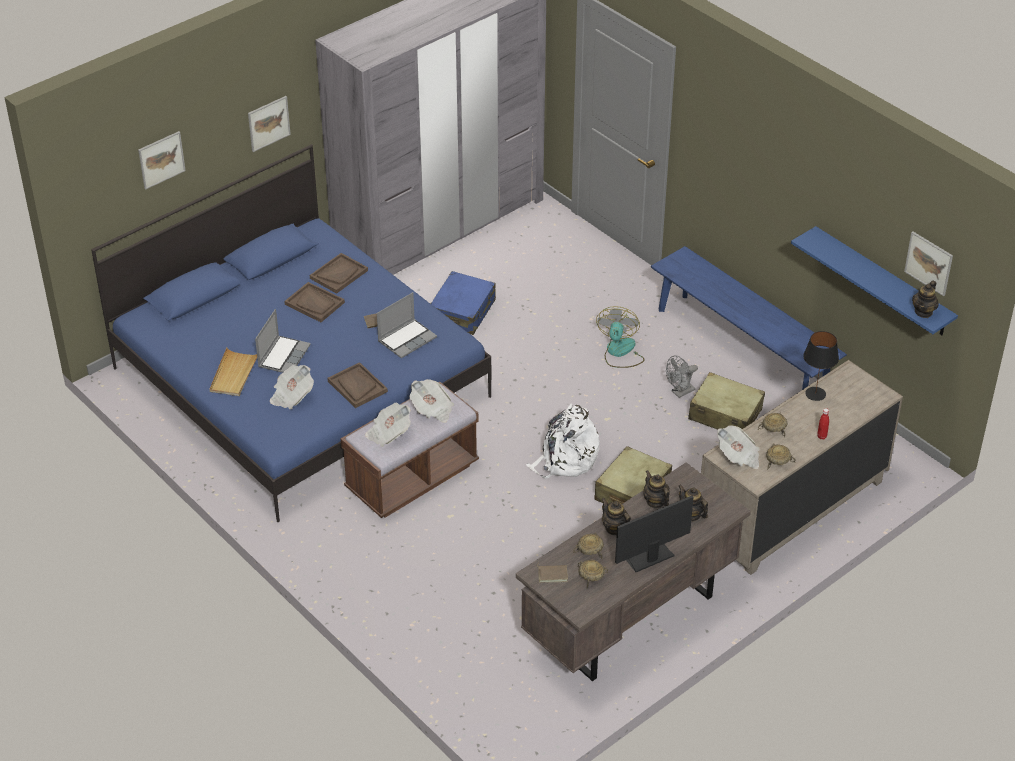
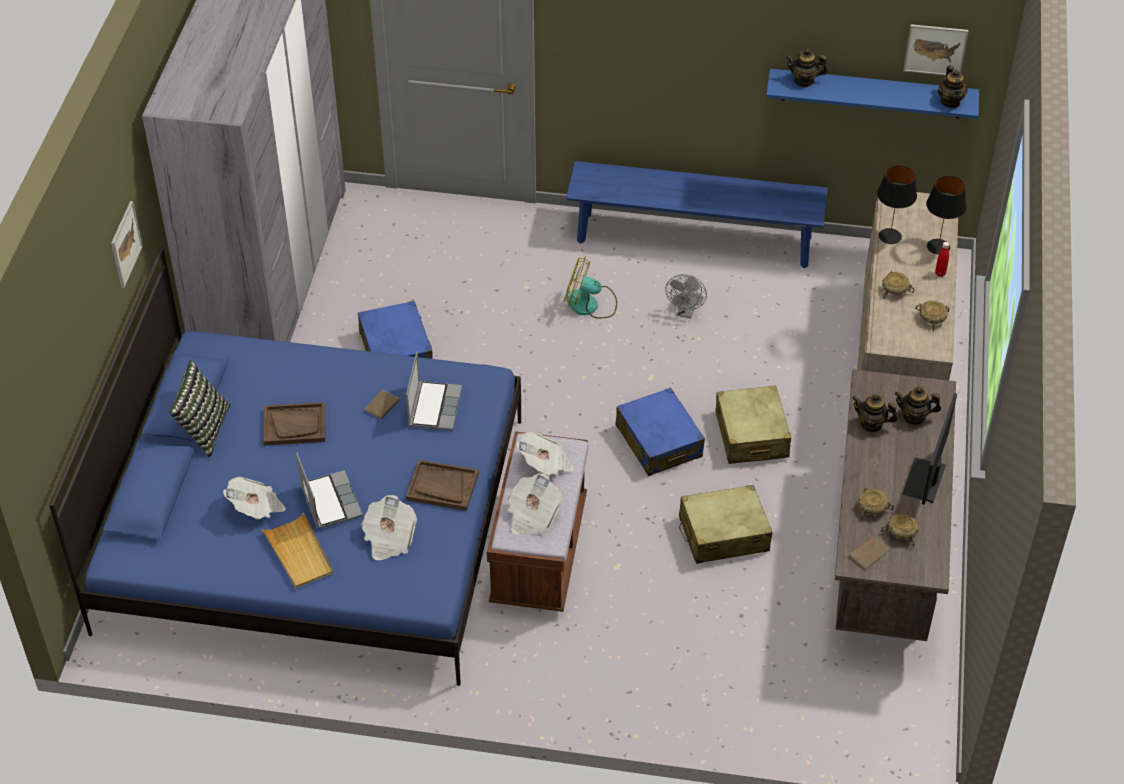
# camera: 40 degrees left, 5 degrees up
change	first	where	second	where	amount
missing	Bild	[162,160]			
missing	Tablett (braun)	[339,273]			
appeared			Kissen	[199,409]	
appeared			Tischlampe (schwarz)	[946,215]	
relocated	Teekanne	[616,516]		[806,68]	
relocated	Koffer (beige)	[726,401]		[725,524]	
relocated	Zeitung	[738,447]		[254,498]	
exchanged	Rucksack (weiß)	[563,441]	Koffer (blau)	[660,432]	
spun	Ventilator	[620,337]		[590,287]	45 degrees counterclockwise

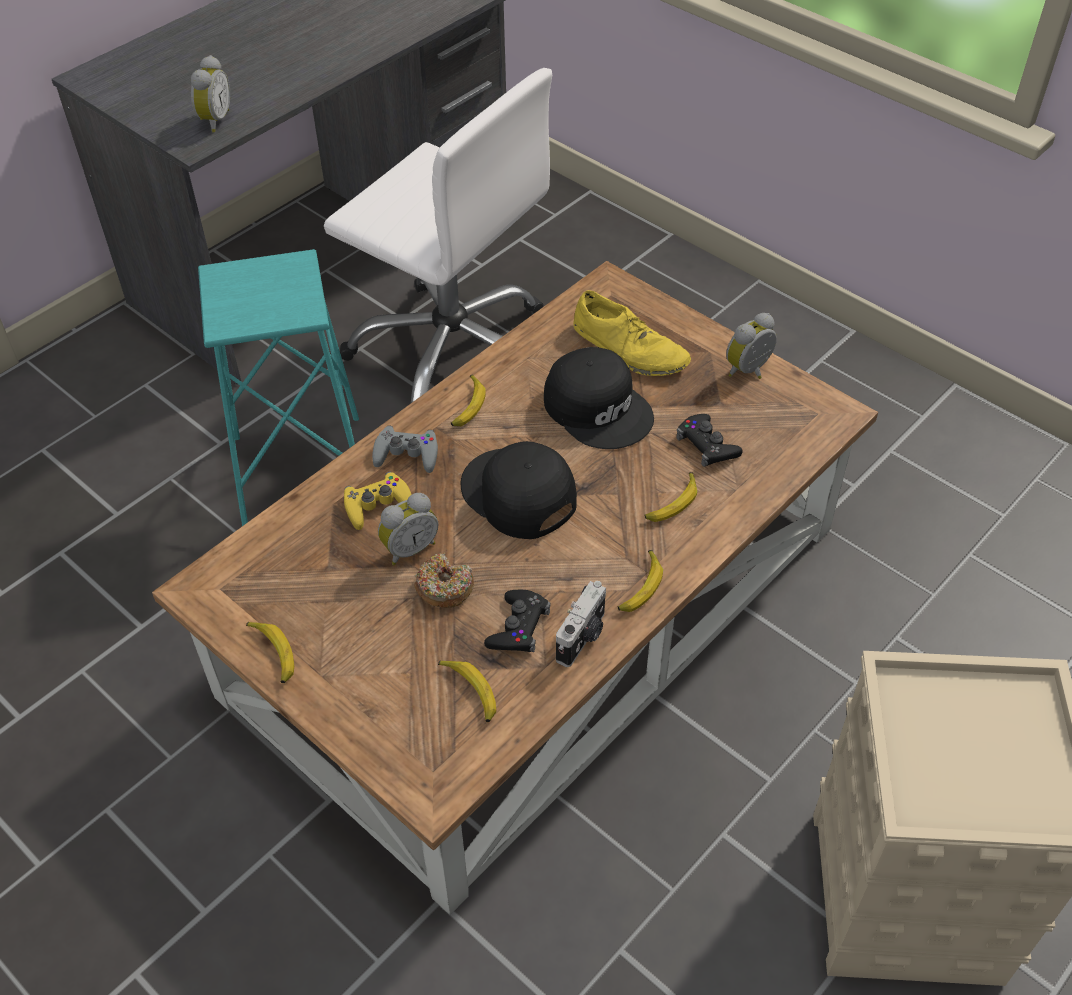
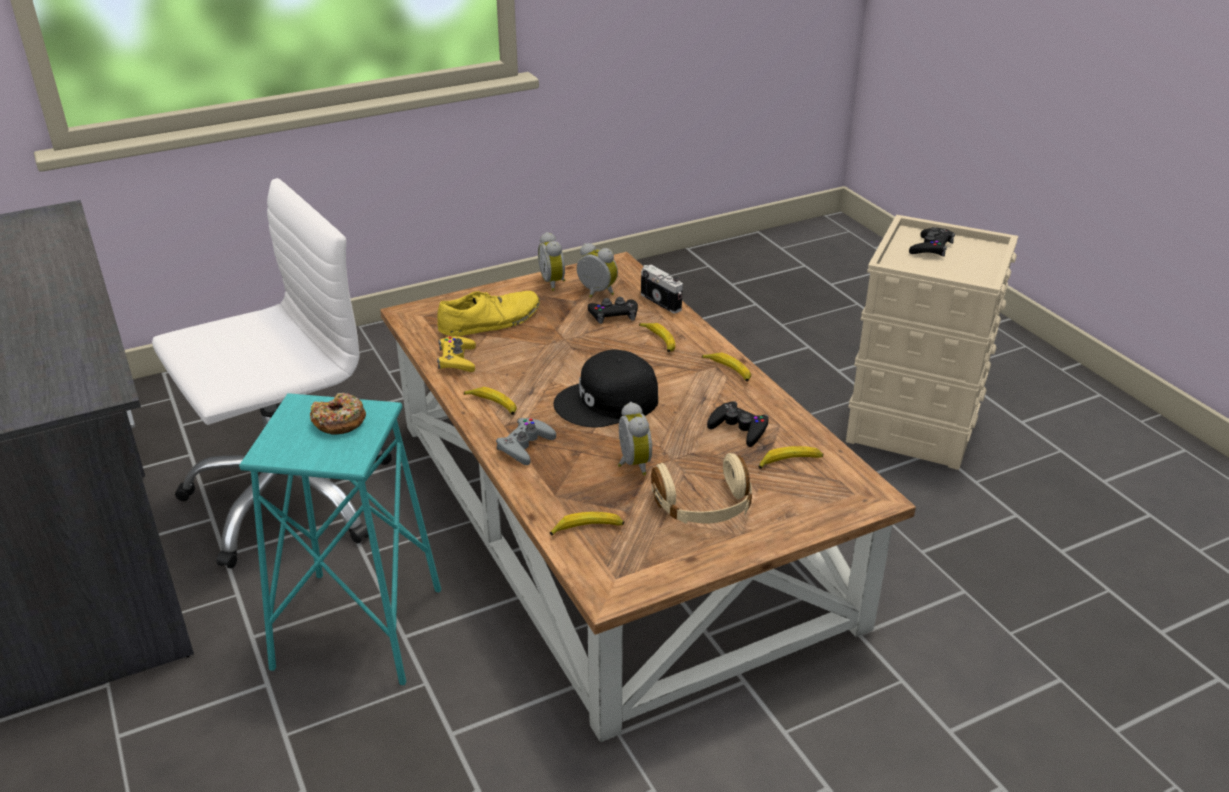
# camera: 70 degrees left, 15 degrees down
change	first	where	second	where	amount
missing	Kappe (schwarz)	[599,398]			
appeared			Kopfhörer (beige)	[701,488]	
appeared			Gamepad (schwarz)	[932,242]	
relocated	Wecker	[210,93]		[597,270]	
relocated	Banane	[270,652]		[587,524]	
relocated	Gamepad (gelb)	[378,501]		[456,354]	
relocated	Donut	[444,580]		[338,414]	
relocated	Kamera	[581,624]		[662,289]	

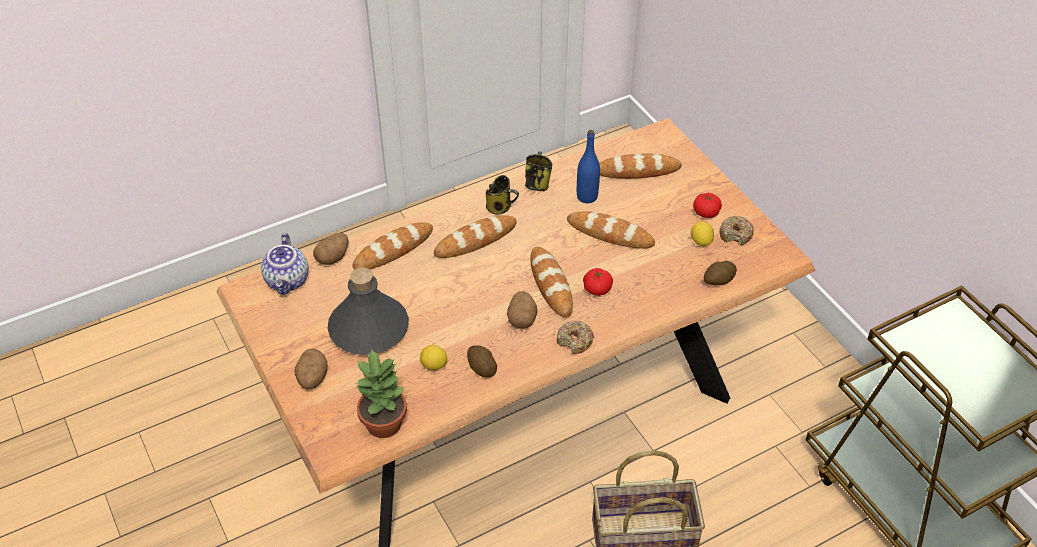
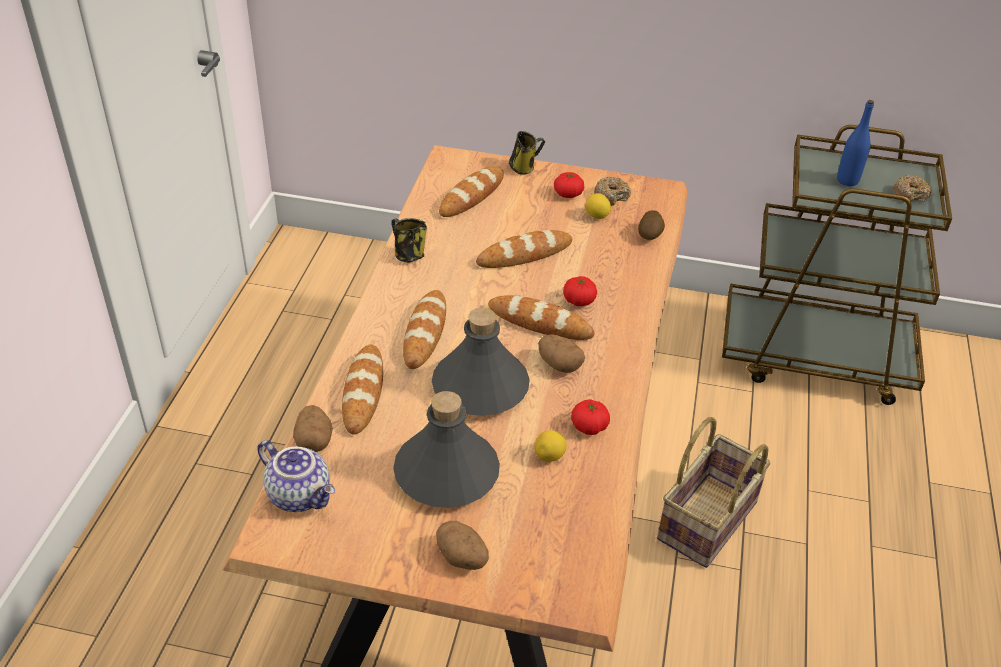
# camera: 50 degrees left, 5 degrees down
change	first	where	second	where	amount
missing	Topfpflanze	[381,393]			
appeared			Flasche (grau)	[481,362]	
relocated	Henkelbecher	[502,195]		[527,153]	
relocated	Donut	[575,337]		[912,188]	
relocated	Flasche (blau)	[588,166]		[855,143]	
exchanged	Kartoffel	[482,361]	Tomate	[590,417]	

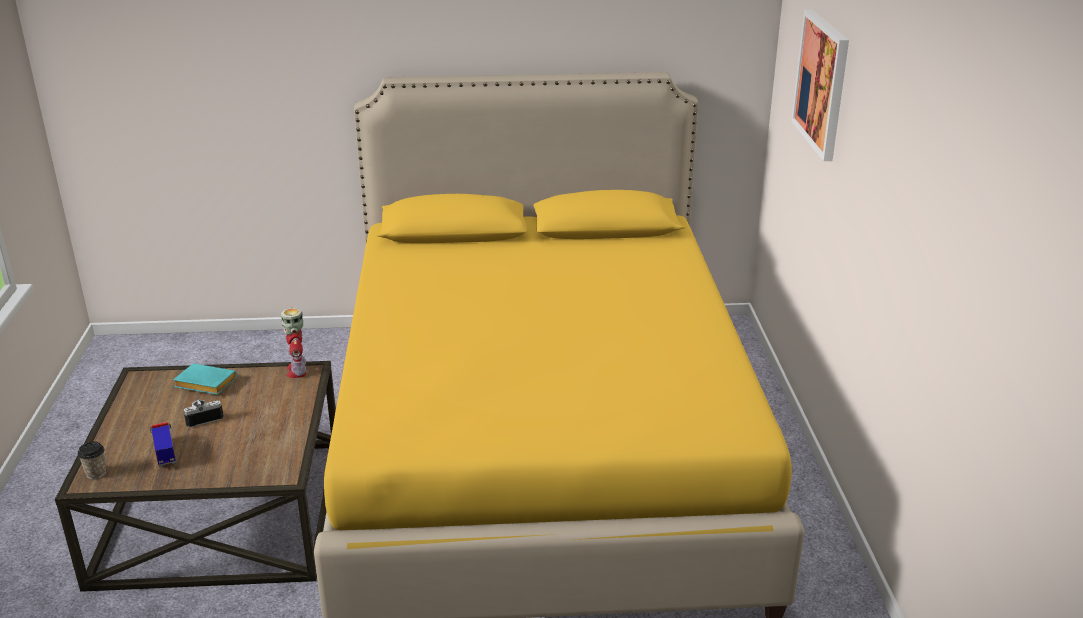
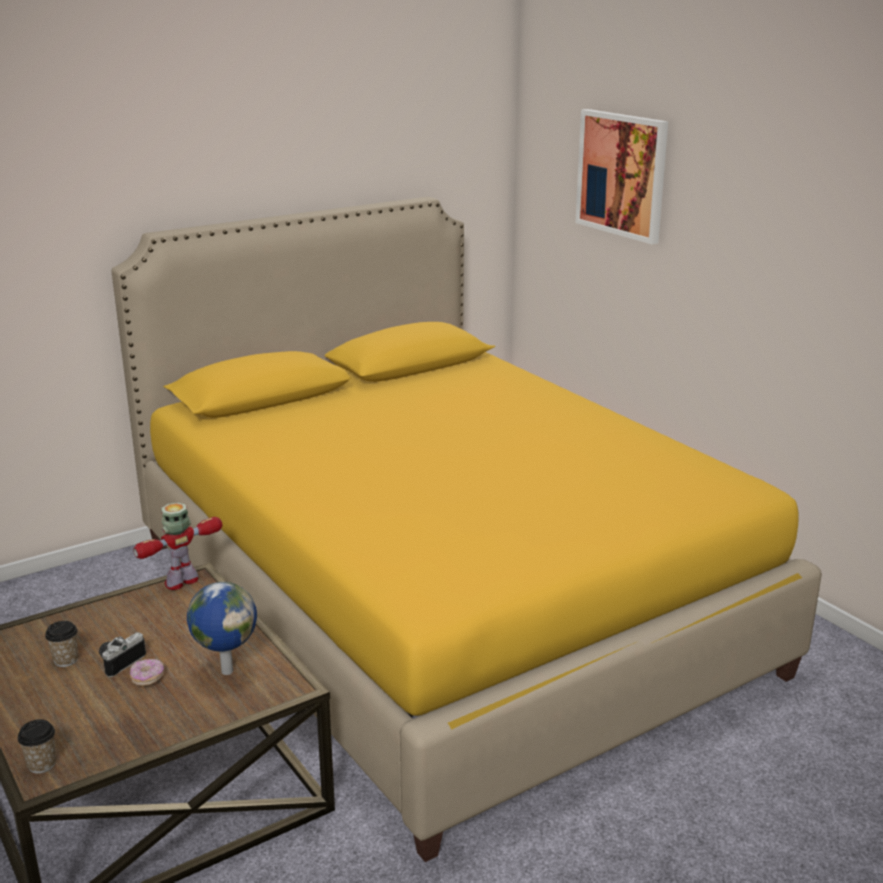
# camera: 30 degrees left, 5 degrees down
change	first	where	second	where	amount
missing	Spielzeuglaster	[163,444]			
missing	Buch (türkis)	[205,379]			
appeared			Tasse	[61,644]	
appeared			Donut	[147,672]	
appeared			Globus	[222,628]	
spun	Spielzeugroboter	[293,343]		[177,546]	90 degrees clockwise

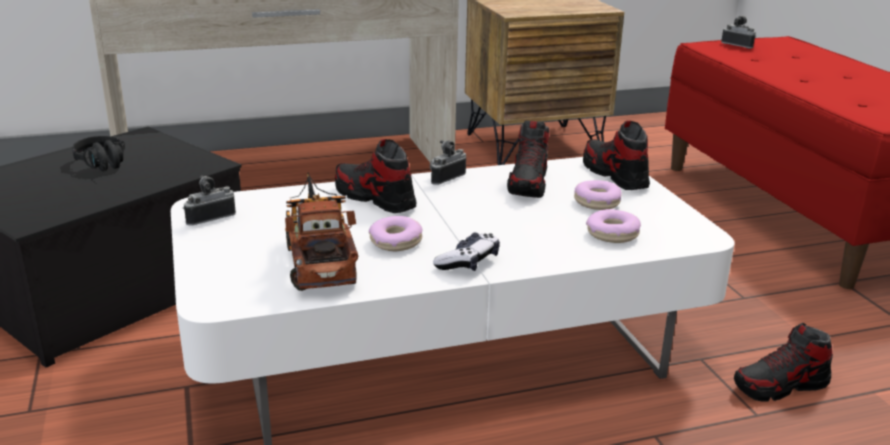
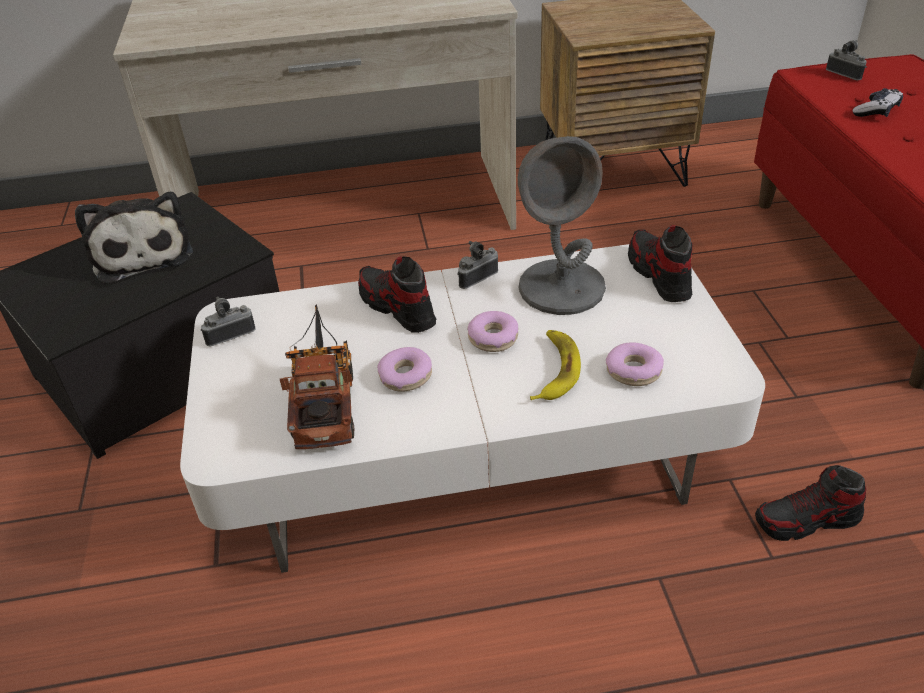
# camera: 10 degrees right, 15 degrees up
change	first	where	second	where	amount
appeared			Banane	[555,365]	
relocated	Gamepad	[466,252]		[877,102]	
relocated	Donut	[598,195]		[492,331]	
exchanged	Kopfhörer (schwarz)	[98,153]	Plüschtier	[134,238]	
exchanged	Schuh	[528,159]	Tischlampe (grau)	[562,225]	

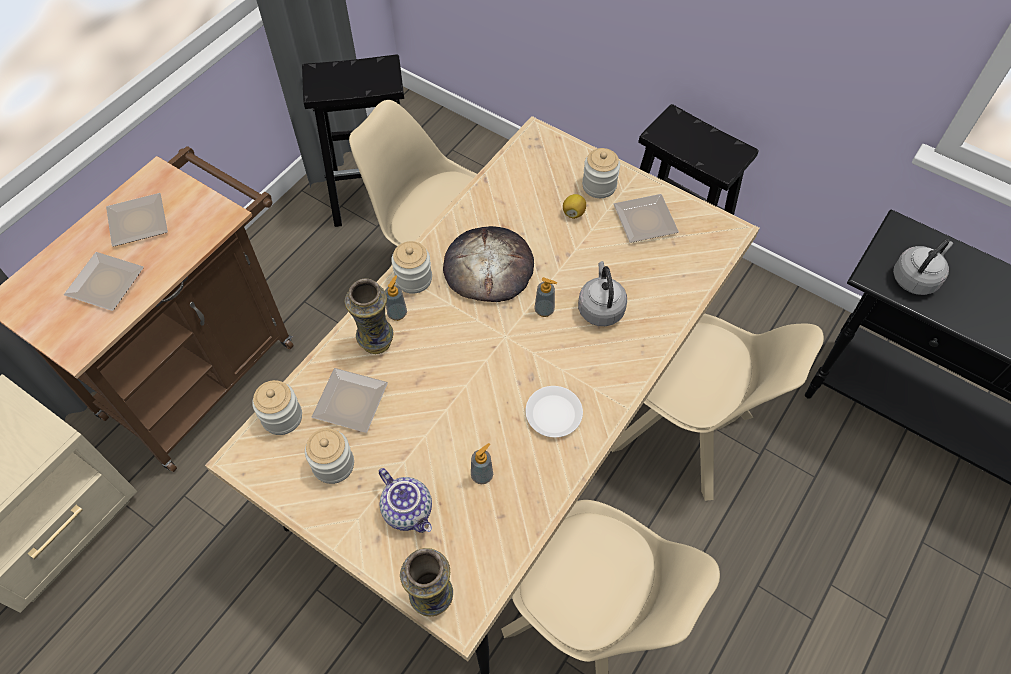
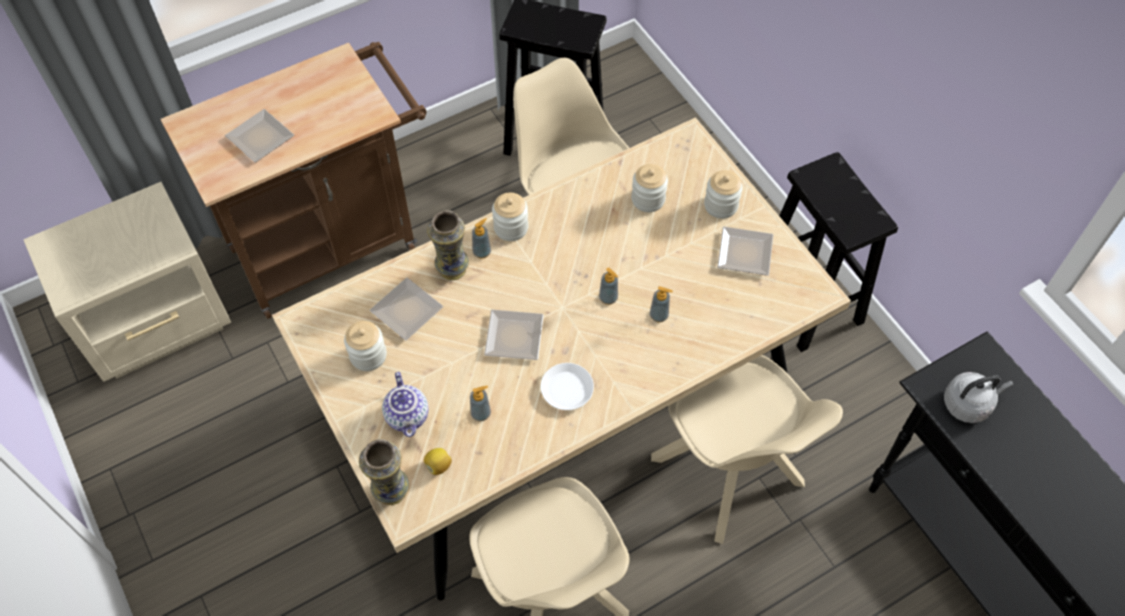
# camera: 25 degrees right, 0 degrees up
change	first	where	second	where	amount
missing	Brot	[488,264]			
relocated	Teller	[137,220]		[514,335]	
relocated	Vorratsglas	[277,407]		[649,188]	
relocated	Zitrone	[574,206]		[438,461]	
exchanged	Wasserkessel (grau)	[602,293]	Seifenspender	[661,304]	

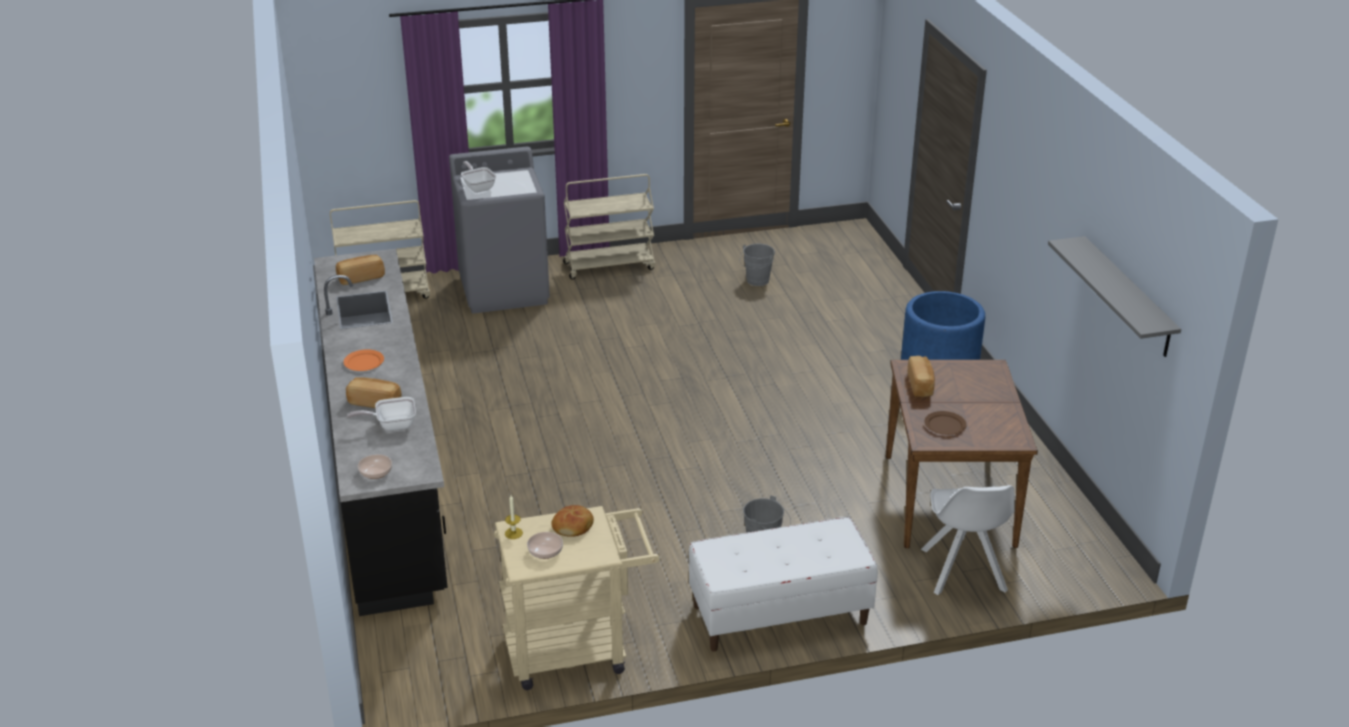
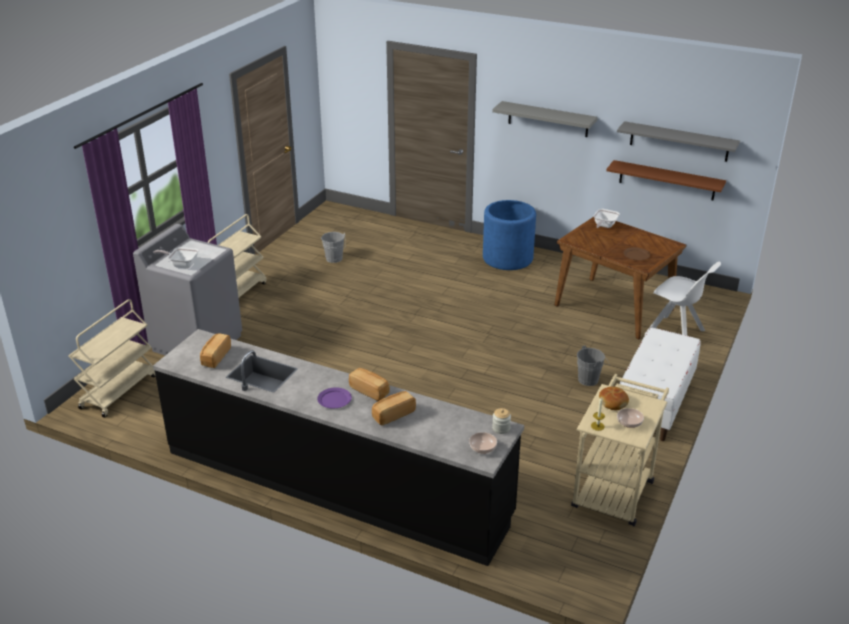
# camera: 50 degrees left, 0 degrees up
change	first	where	second	where	amount
appeared			Vorratsglas	[501,421]	
appeared			Wandregal (grau)	[545,119]	
appeared			Wandregal (braun)	[666,180]	
relocated	Pfanne	[381,414]		[607,218]	
relocated	Brot	[921,376]		[369,384]	
colour	Teller (orange)	[363,360]	Teller (lila)	[334,397]	

